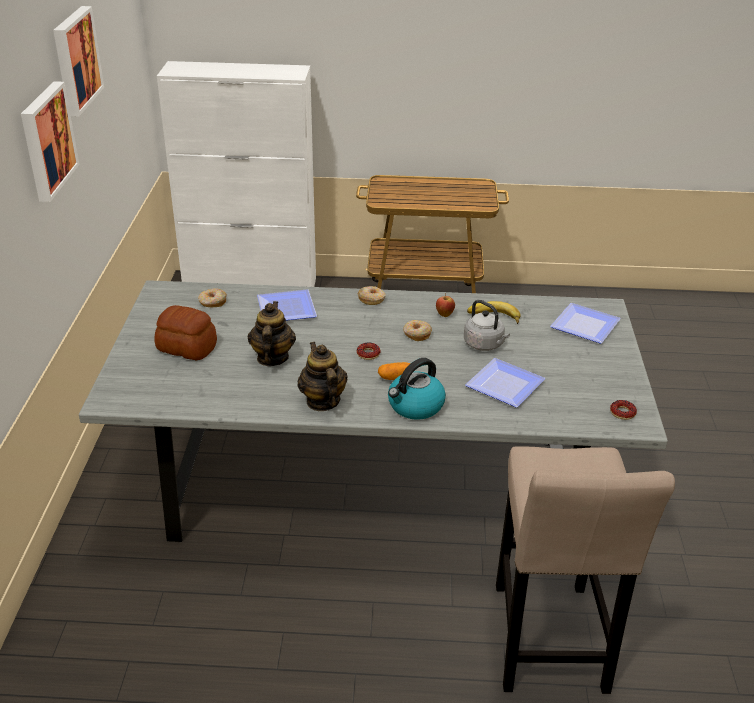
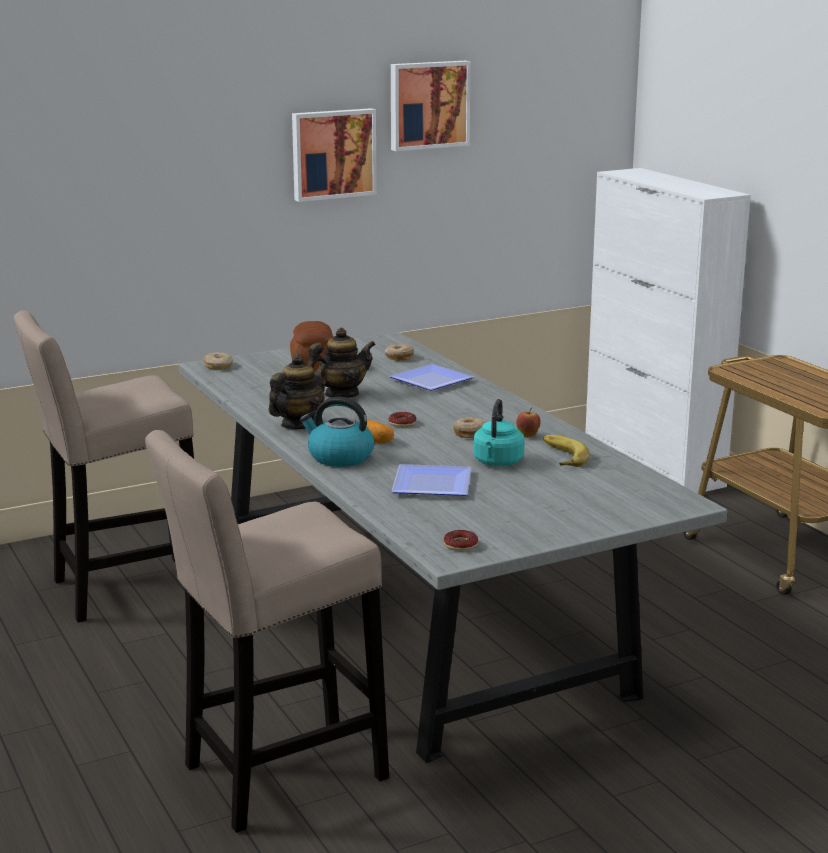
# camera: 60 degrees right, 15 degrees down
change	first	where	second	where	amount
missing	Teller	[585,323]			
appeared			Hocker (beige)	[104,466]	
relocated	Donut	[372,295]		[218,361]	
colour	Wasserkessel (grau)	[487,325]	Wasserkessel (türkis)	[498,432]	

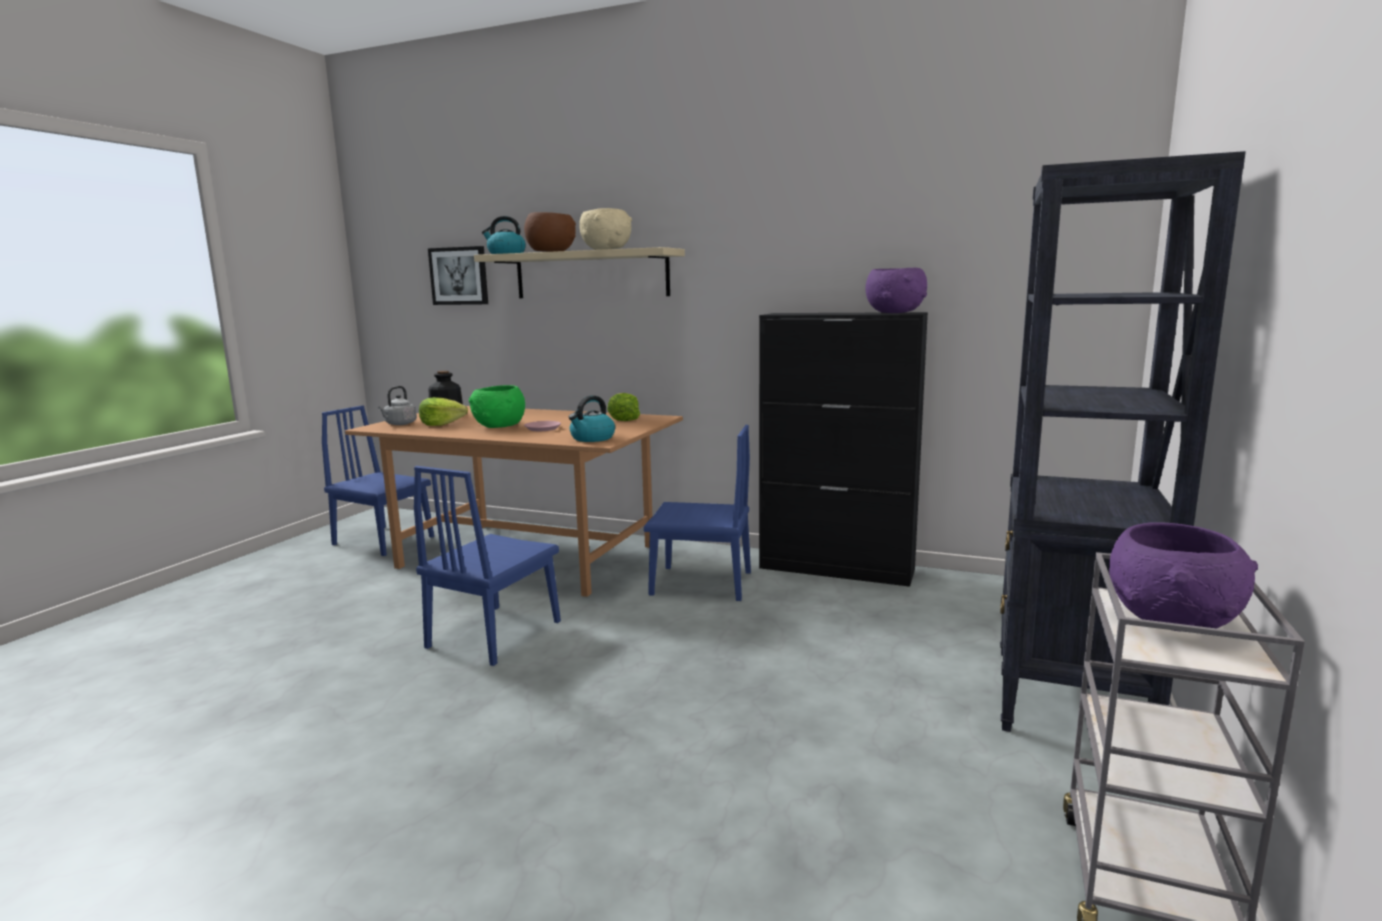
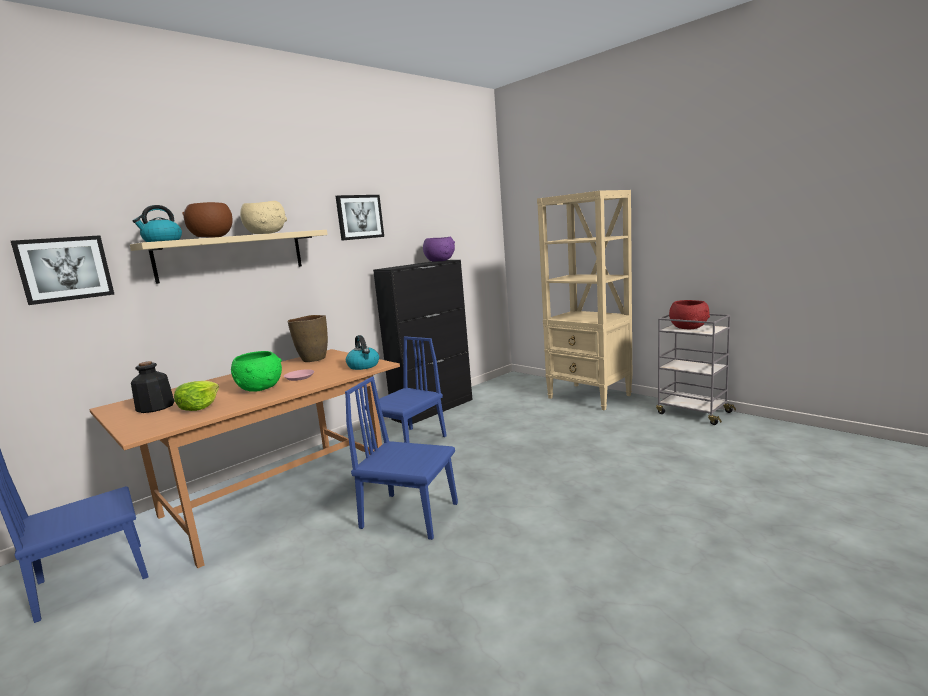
# camera: 65 degrees left, 0 degrees up
change	first	where	second	where	amount
missing	Wasserkessel (grau)	[397,405]			
appeared			Bild	[359,218]	
exchanged	Salatkopf	[623,407]	Vase (braun)	[308,338]	
colour	Bücherregal (schwarz)	[1123,441]	Bücherregal (beige)	[584,300]	
colour	Schüssel (lila)	[1183,577]	Schüssel (rot)	[689,314]	
spun	Stuhl (blau)	[487,566]		[401,458]	150 degrees clockwise

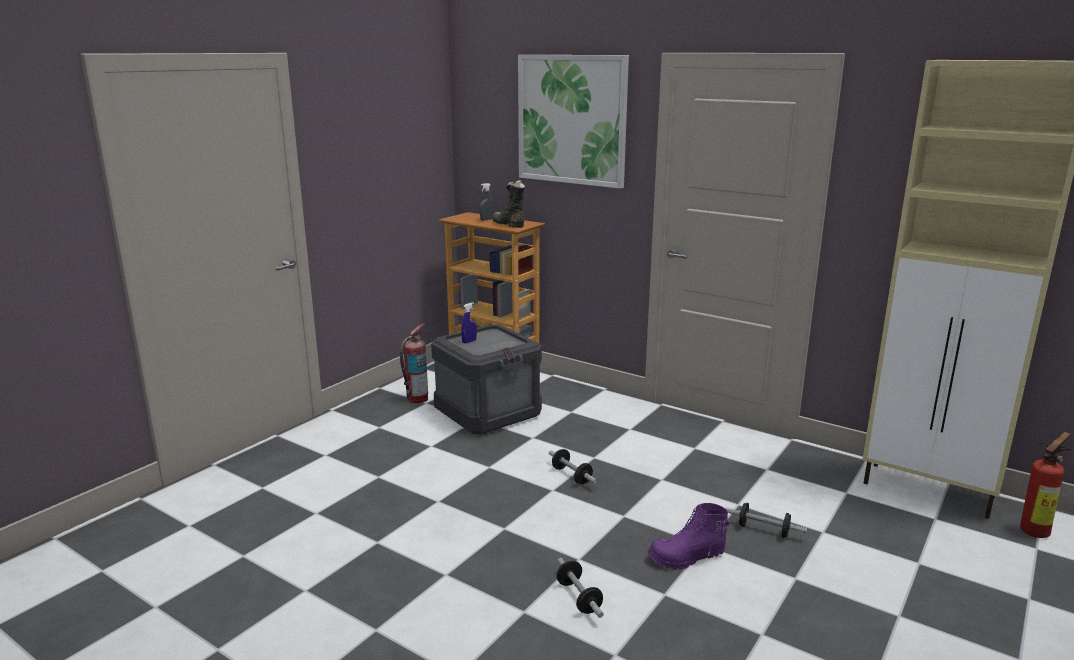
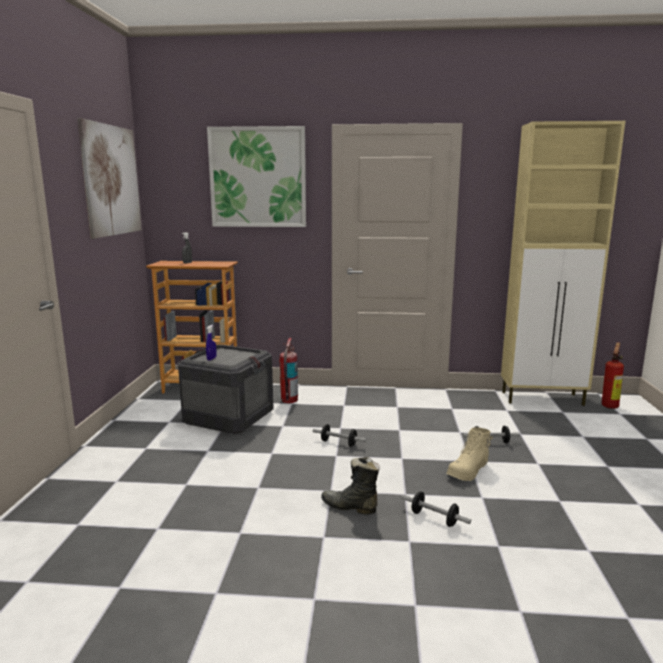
# camera: 30 degrees left, 5 degrees down
change	first	where	second	where	amount
appeared			Bild	[109,178]	
relocated	Feuerlöscher	[414,363]		[288,370]	
relocated	Stiefel (schwarz)	[508,204]		[350,486]	
colour	Stiefel (lila)	[688,536]	Stiefel (beige)	[469,454]	

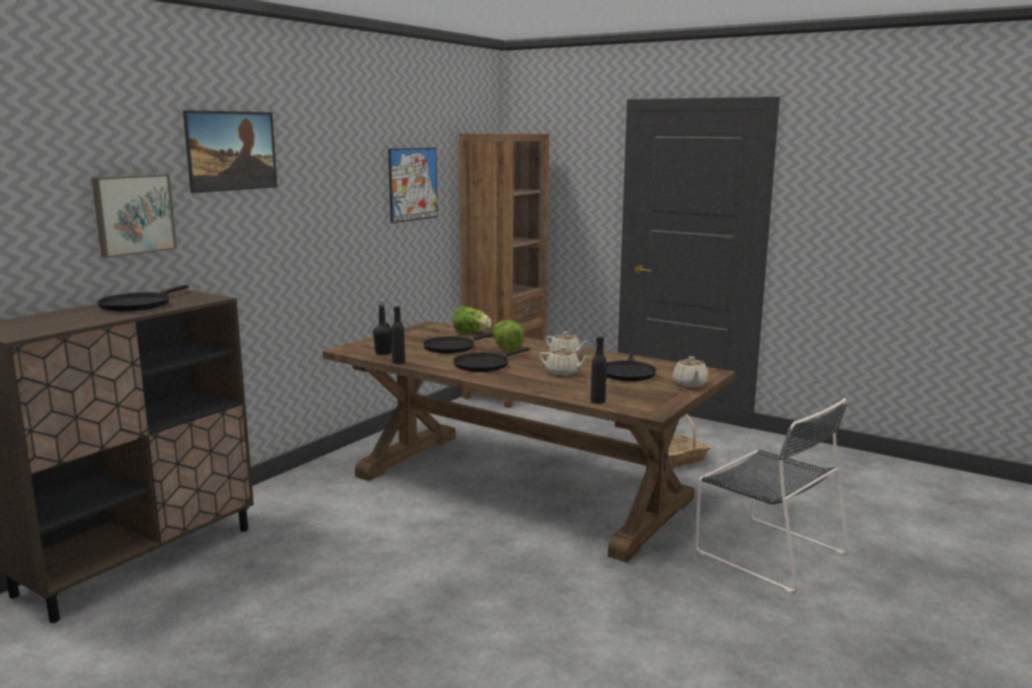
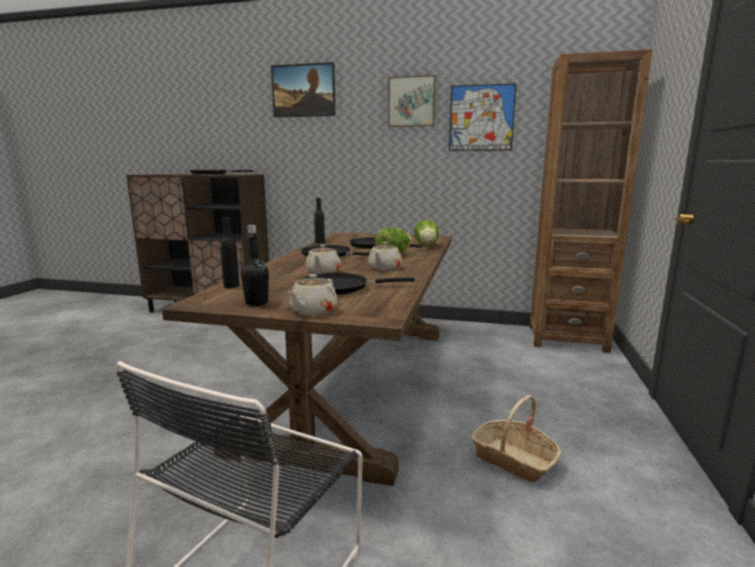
# camera: 70 degrees right, 0 degrees up
change	first	where	second	where	amount
relocated	Bild	[134,216]		[412,101]	
relocated	Flasche (schwarz)	[382,327]		[255,265]	
spun	Teekanne (beige)	[691,372]		[312,294]	45 degrees counterclockwise

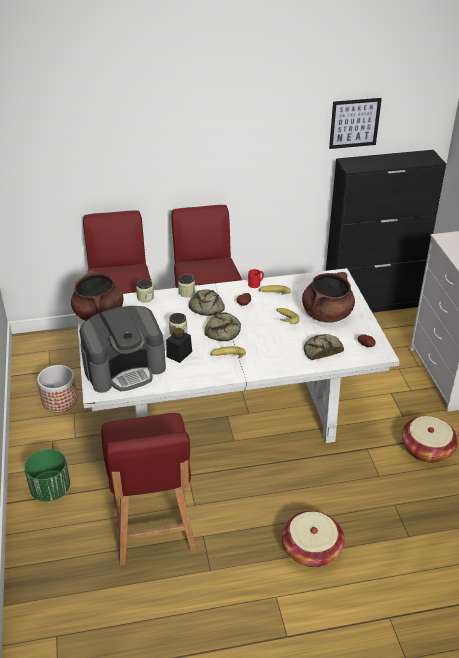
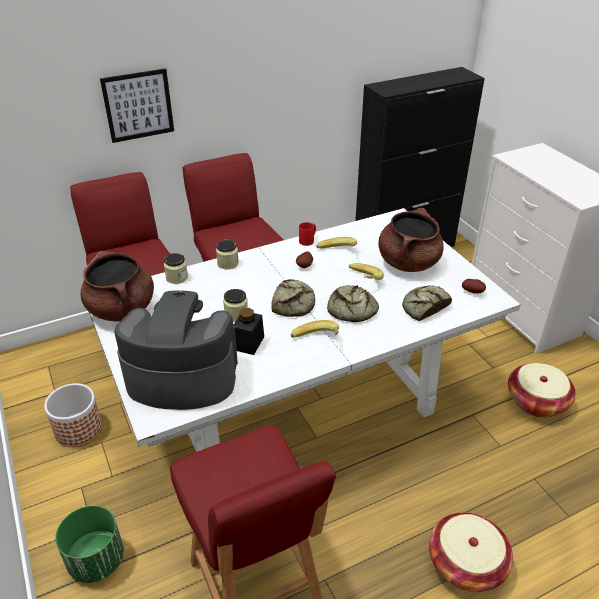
# camera: 15 degrees left, 0 degrees up
change	first	where	second	where	amount
relocated	Brot	[207,302]		[353,303]	
relocated	Bild	[355,123]		[137,105]	
spun	Kaffeemaschine	[123,349]		[176,350]	135 degrees counterclockwise

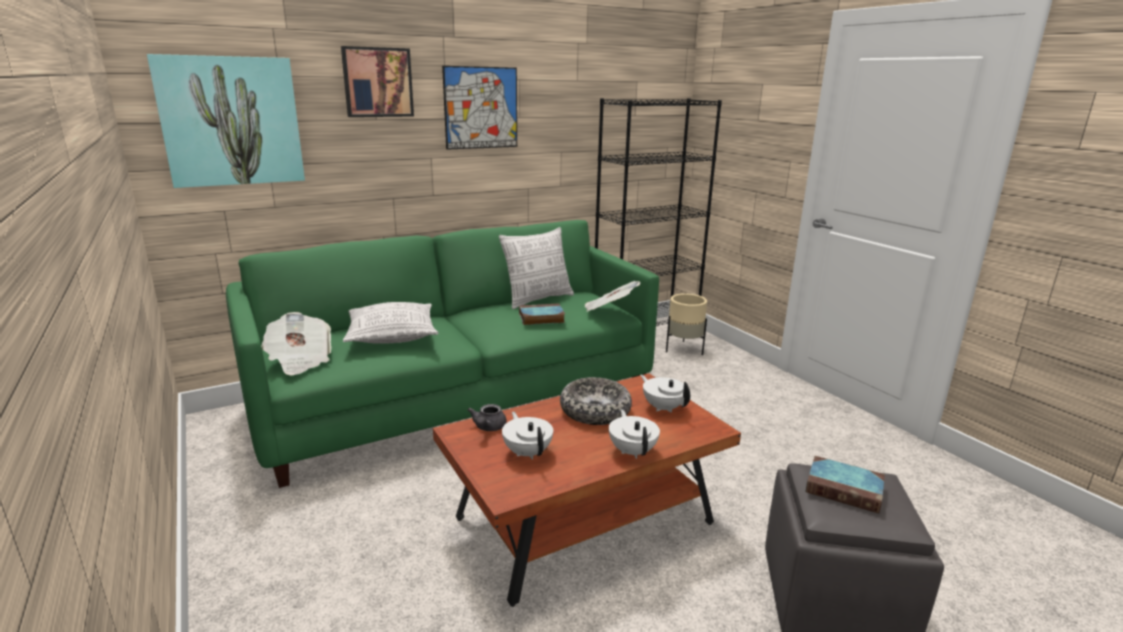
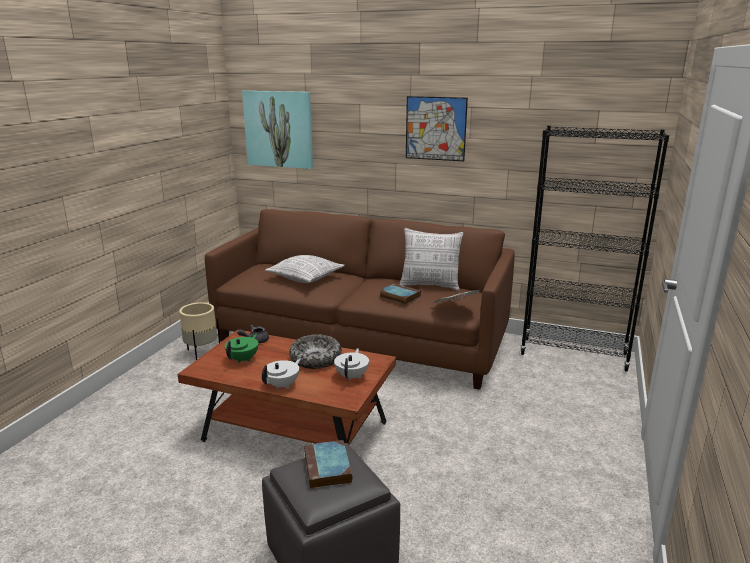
# camera: 50 degrees right, 0 degrees up
change	first	where	second	where	amount
missing	Zeitung	[296,344]			
missing	Bild	[377,81]			
relocated	Pflanzkübel (beige)	[686,324]		[199,331]	
colour	Sofa (grün)	[442,354]	Sofa (braun)	[360,299]	
colour	Teekanne (weiß)	[527,435]	Teekanne (grün)	[241,348]	

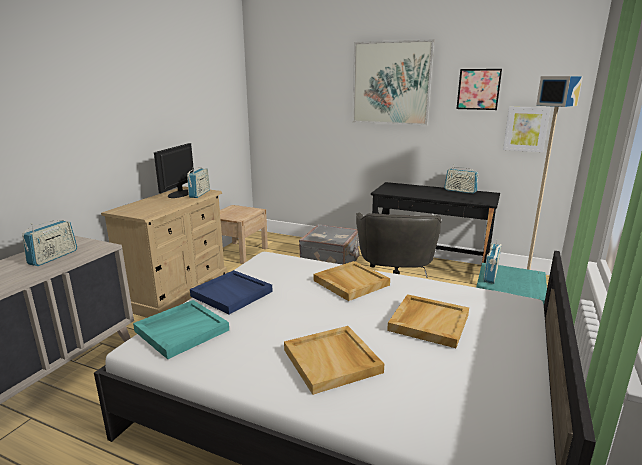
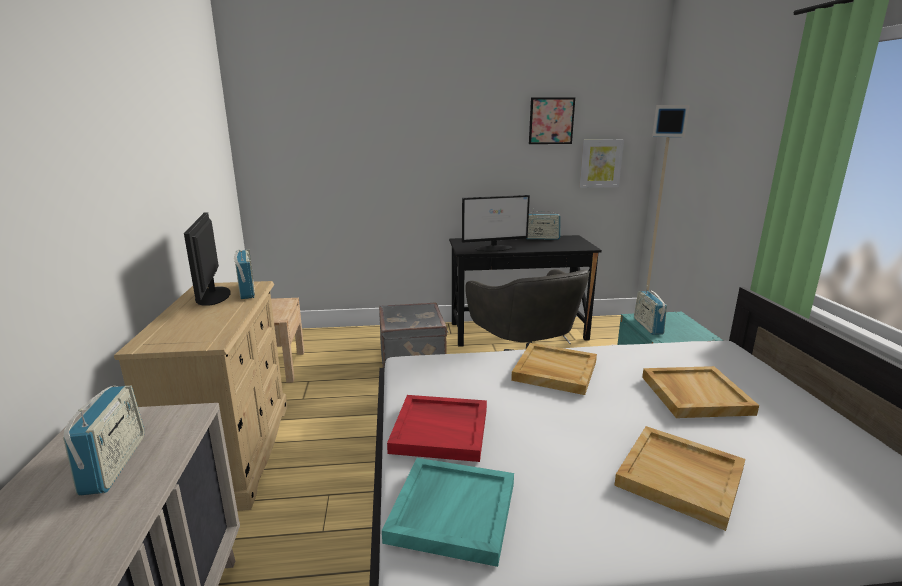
# camera: 30 degrees left, 0 degrees up
change	first	where	second	where	amount
missing	Bild	[393,82]			
appeared			Monitor	[496,223]	
colour	Tablett (blau)	[231,292]	Tablett (rot)	[437,428]	

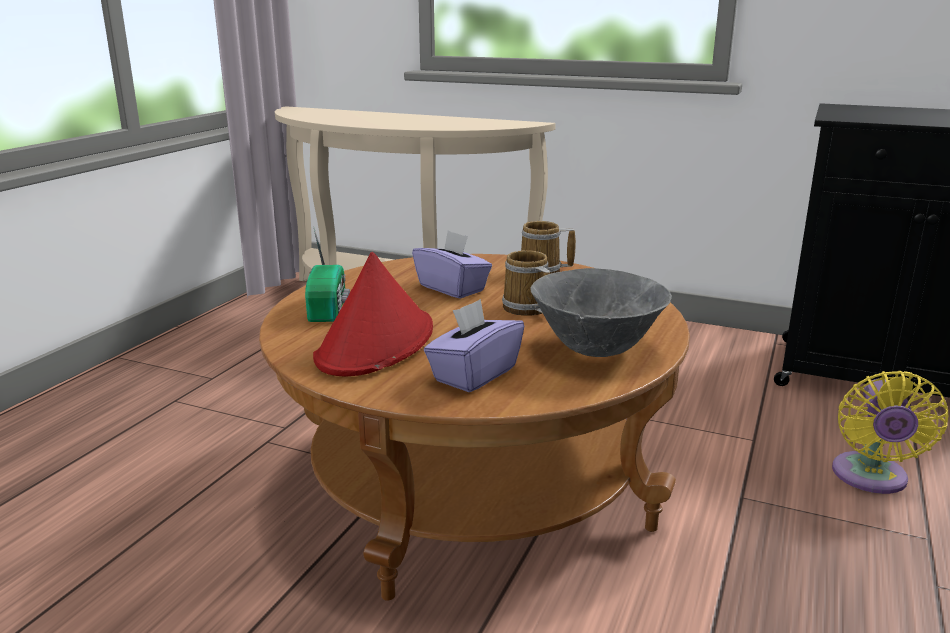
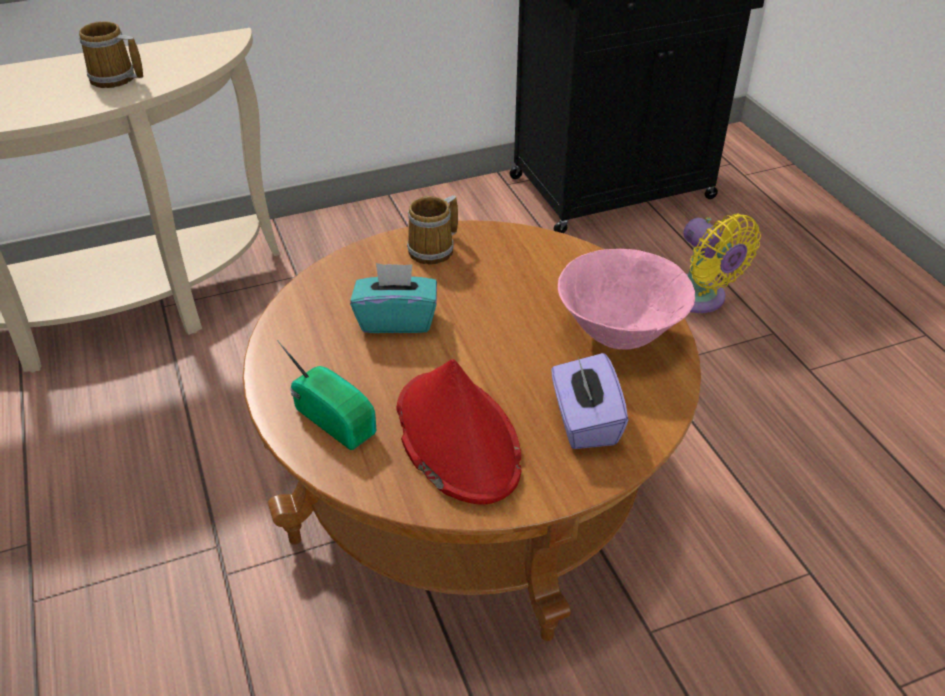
# camera: 45 degrees left, 20 degrees up
change	first	where	second	where	amount
relocated	Henkelbecher	[526,283]		[111,54]	
colour	Taschentuchbox (lila)	[452,264]	Taschentuchbox (türkis)	[393,298]	
colour	Schüssel (grau)	[601,312]	Schüssel (rosa)	[626,299]	

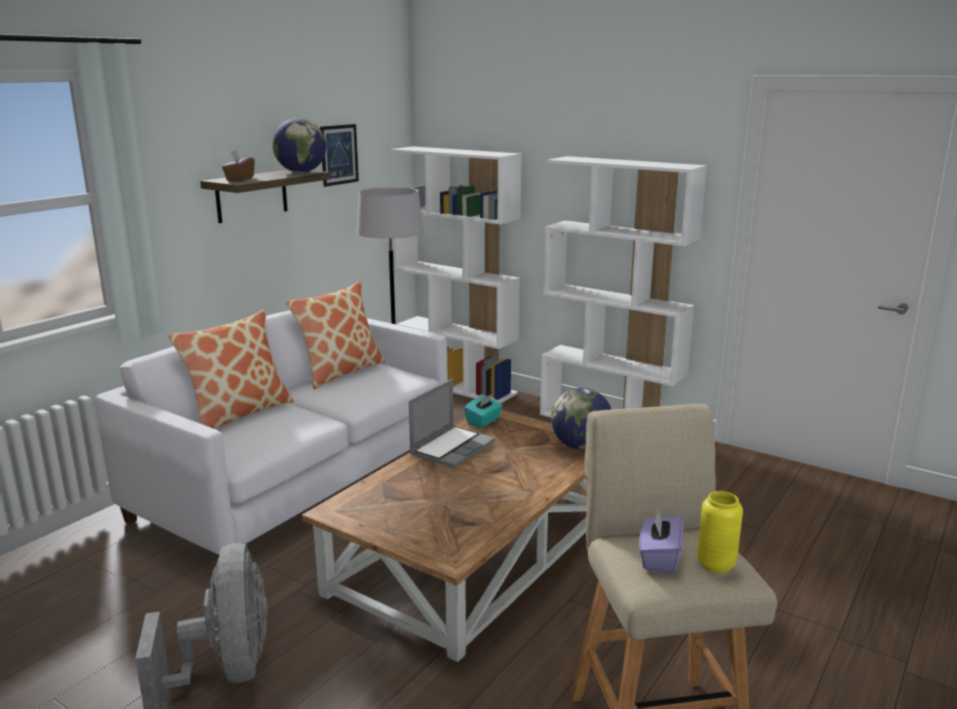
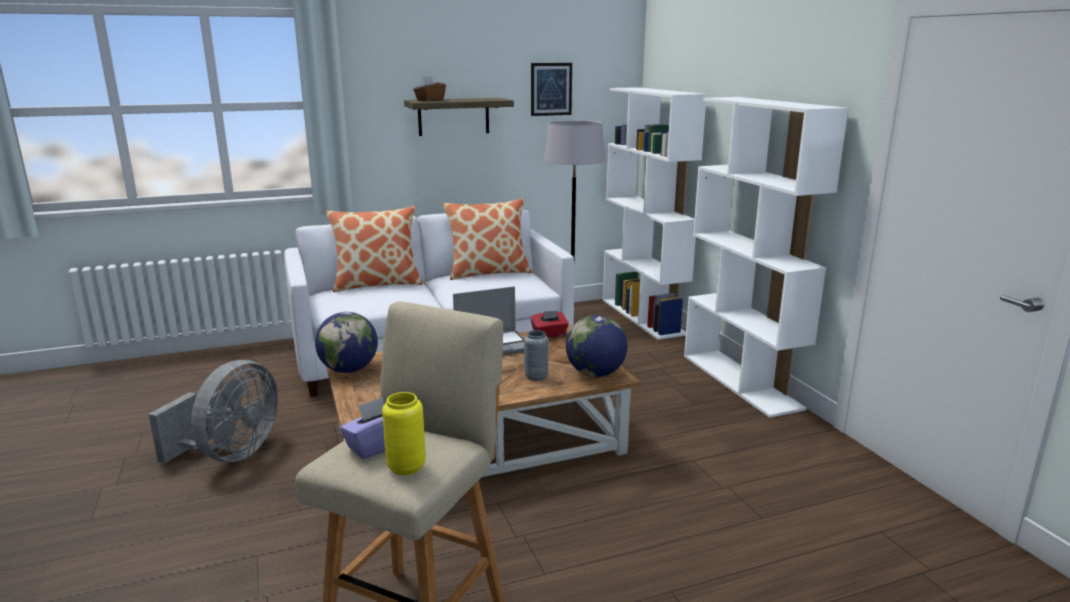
# camera: 35 degrees right, 0 degrees up
change	first	where	second	where	amount
appeared			Vase (grau)	[536,355]	
relocated	Globus	[299,145]		[346,342]	
colour	Taschentuchbox (türkis)	[483,411]	Taschentuchbox (rot)	[549,324]	

